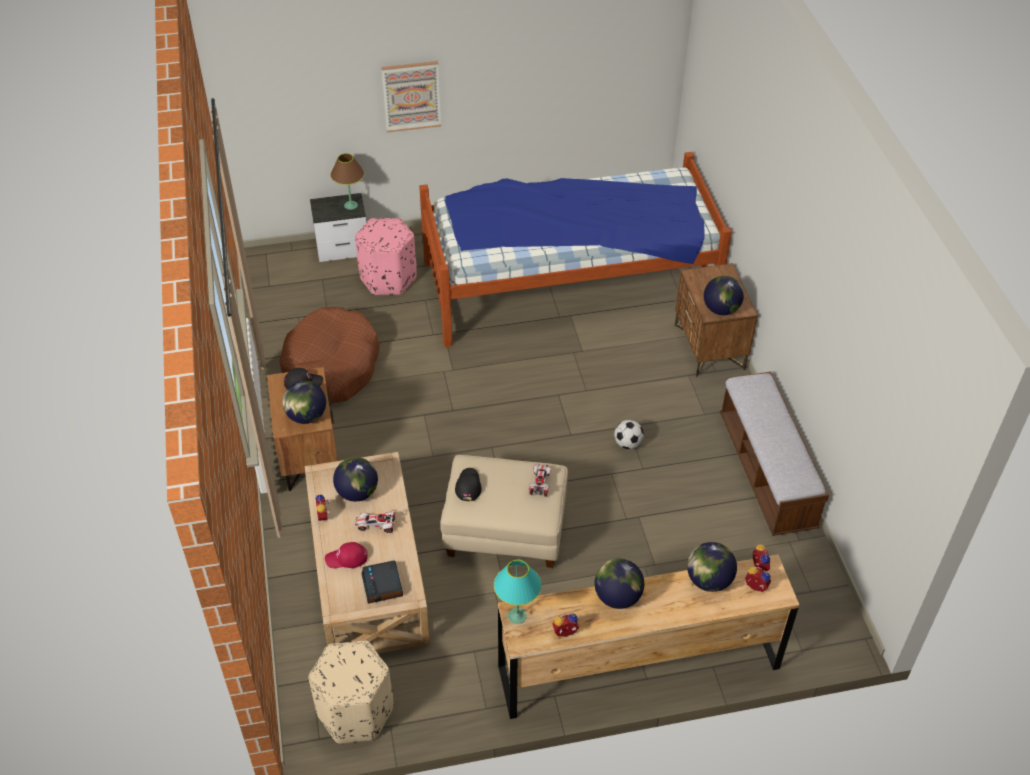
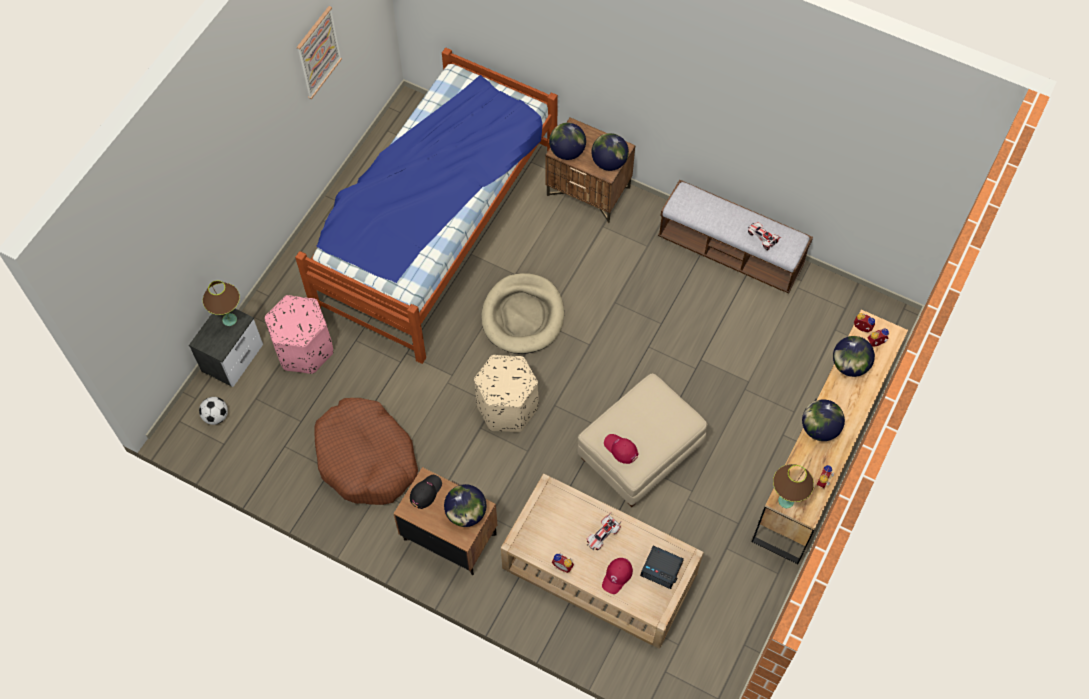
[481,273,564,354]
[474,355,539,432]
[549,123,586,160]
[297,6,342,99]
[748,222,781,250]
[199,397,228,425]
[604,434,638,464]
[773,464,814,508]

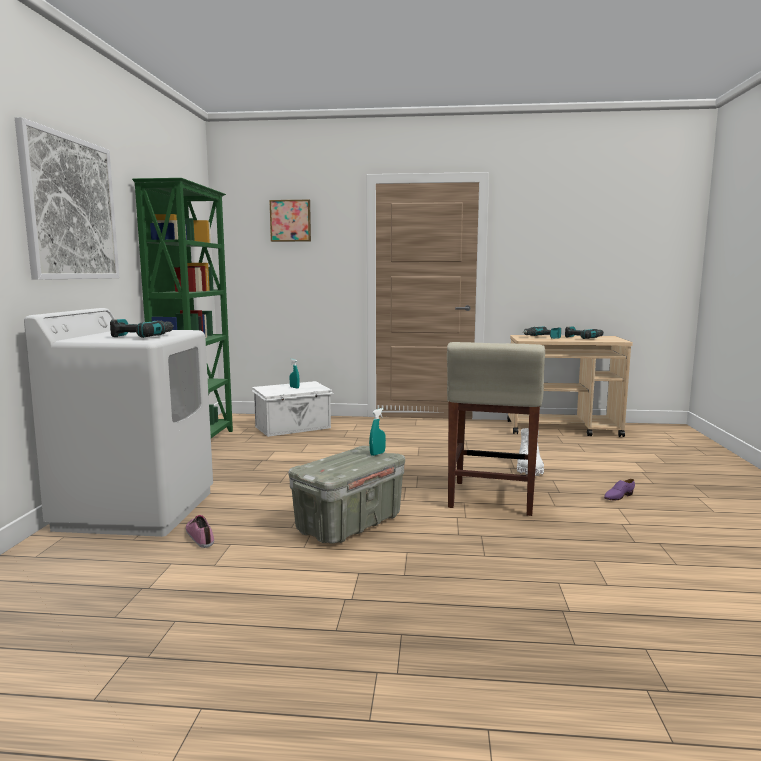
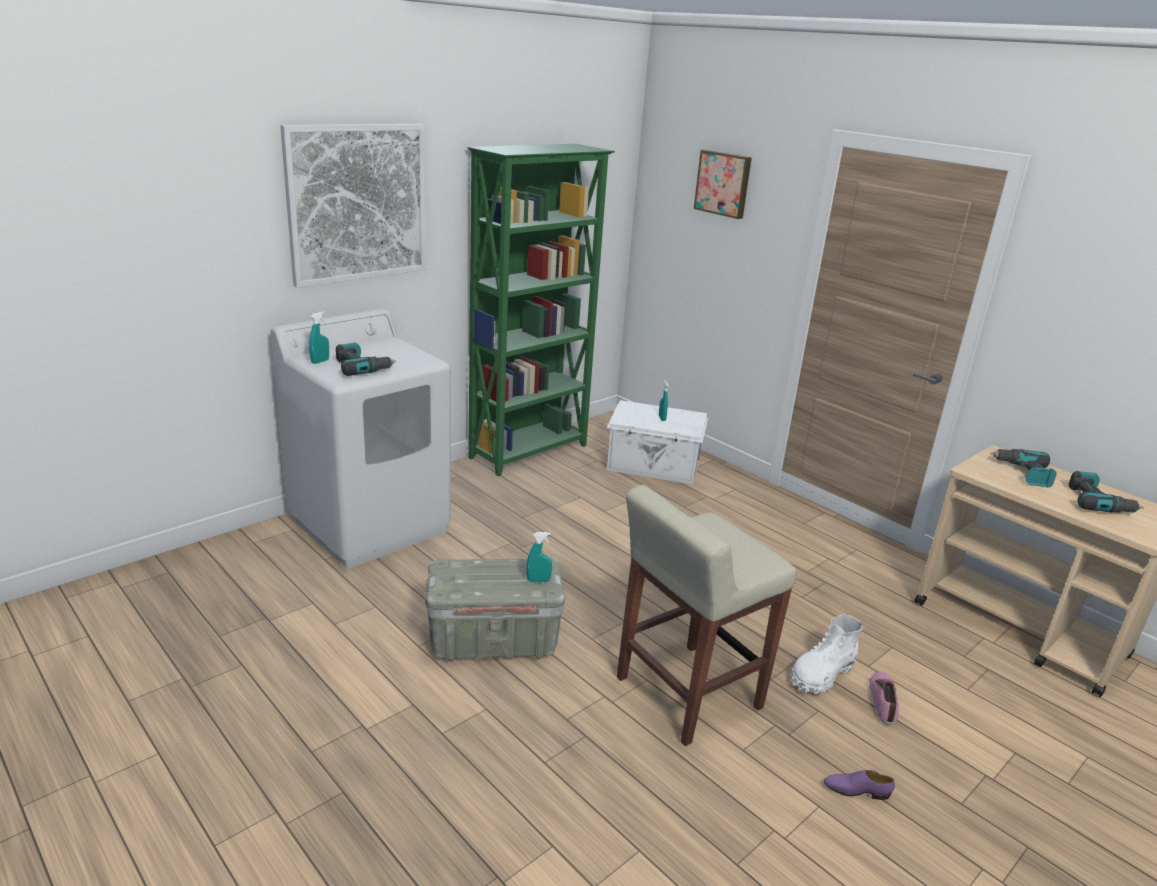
[309,311,329,364]
[869,671,899,725]

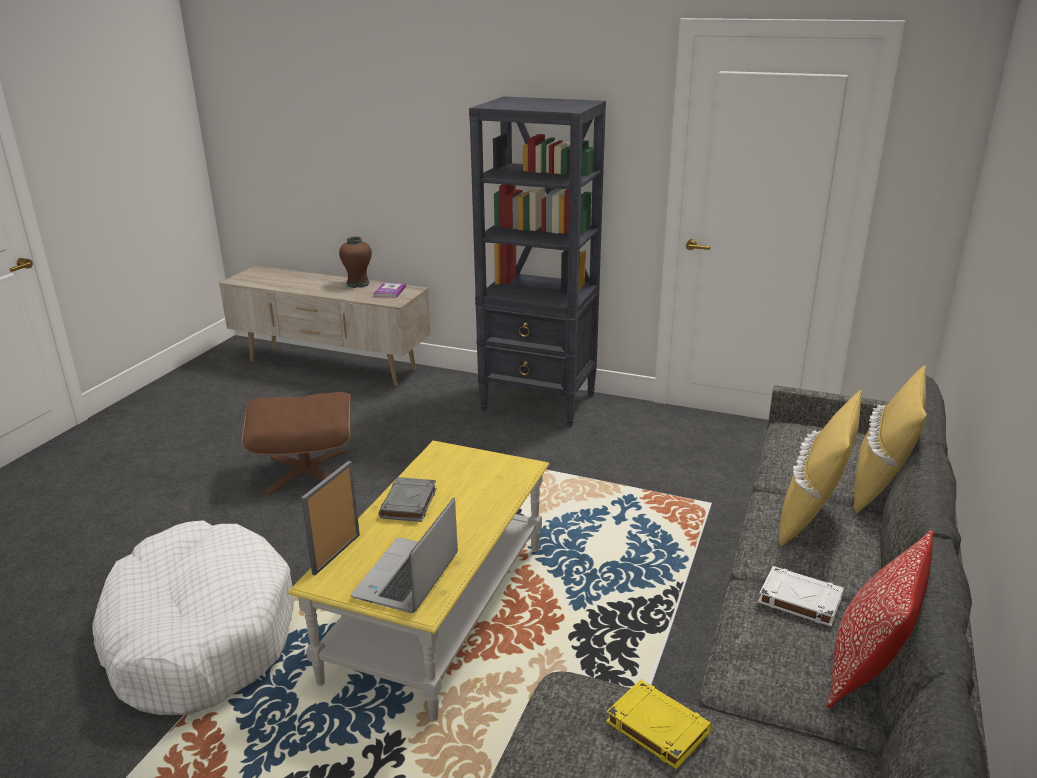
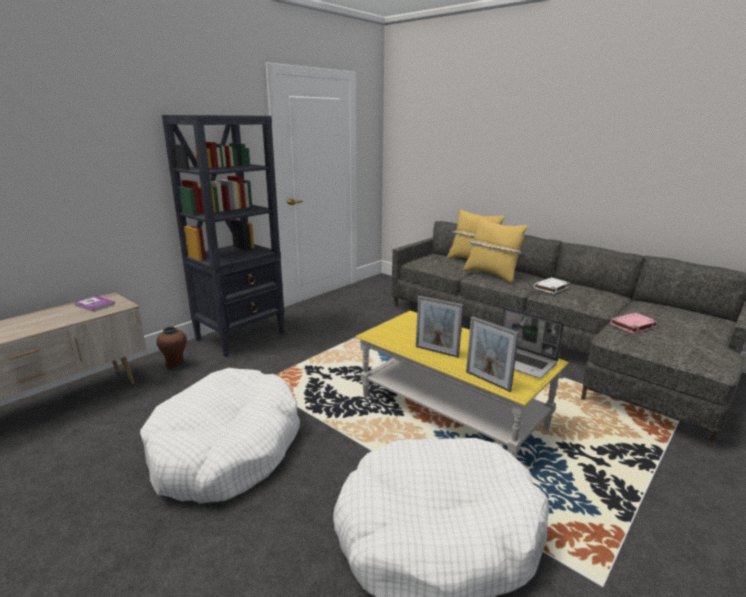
[826,530,933,708] (first image)
[156,327,187,371]
[140,368,300,503]
[416,296,463,358]
[610,313,658,334]

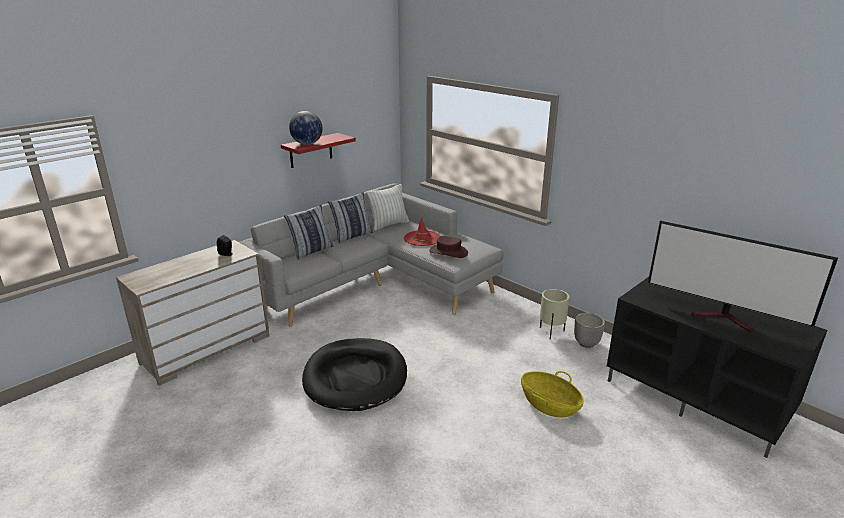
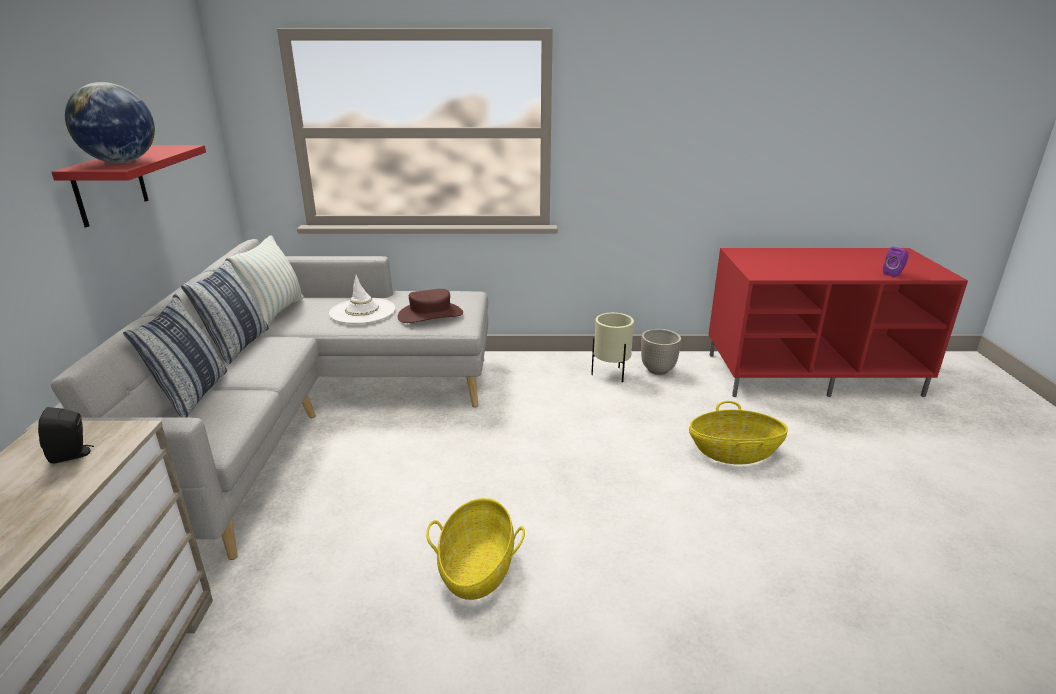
[648,221,838,332] (first image)
[883,247,909,277]
[426,498,525,600]
[329,275,395,324]
[709,248,968,397]

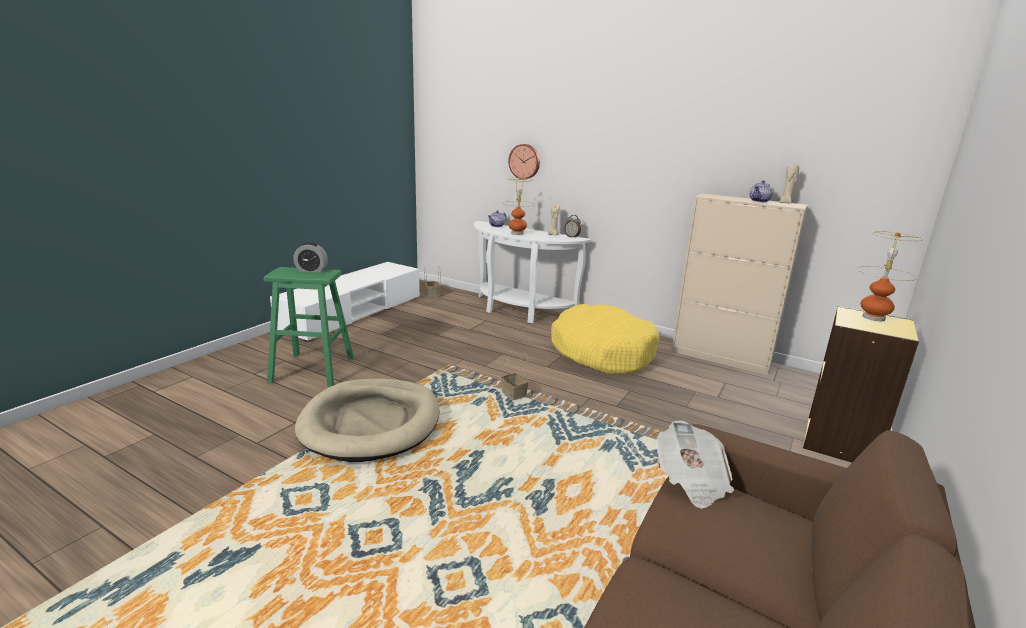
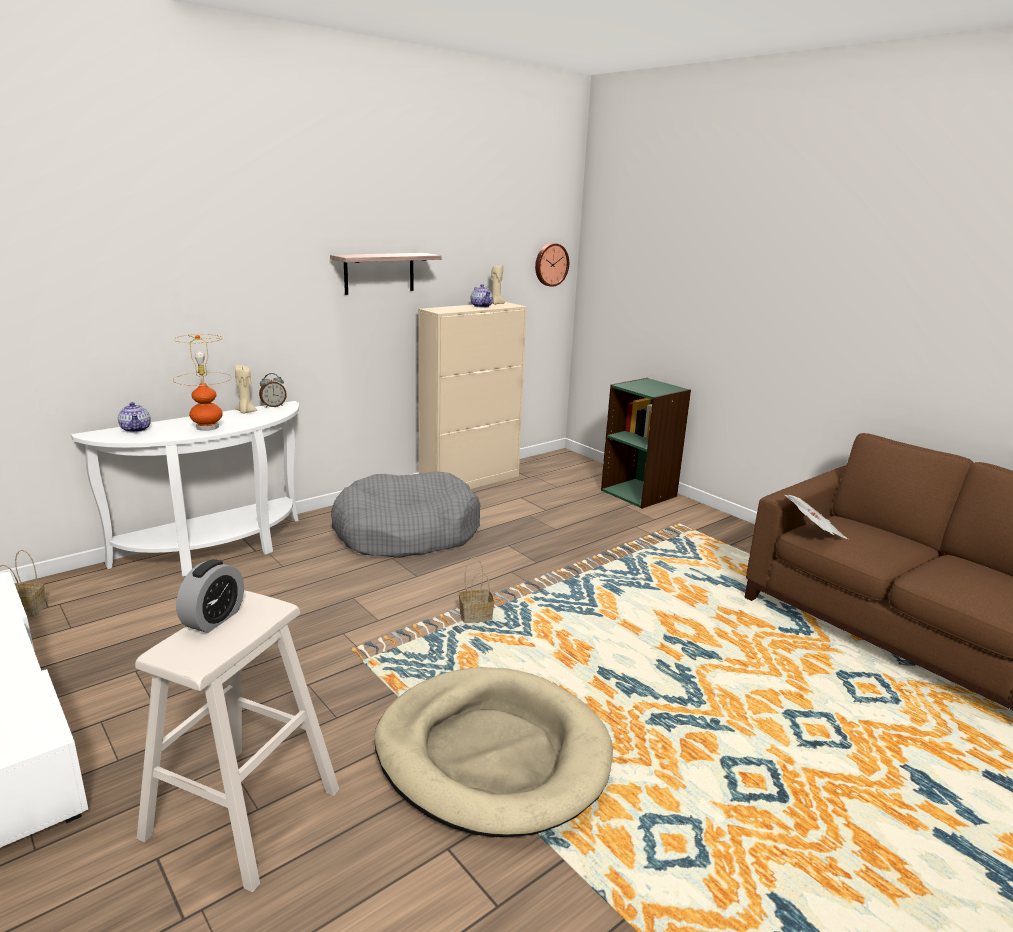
[857,231,923,322] (first image)
[330,253,442,295]
[535,243,569,287]
[135,591,339,892]
[331,471,480,558]
[601,378,691,509]

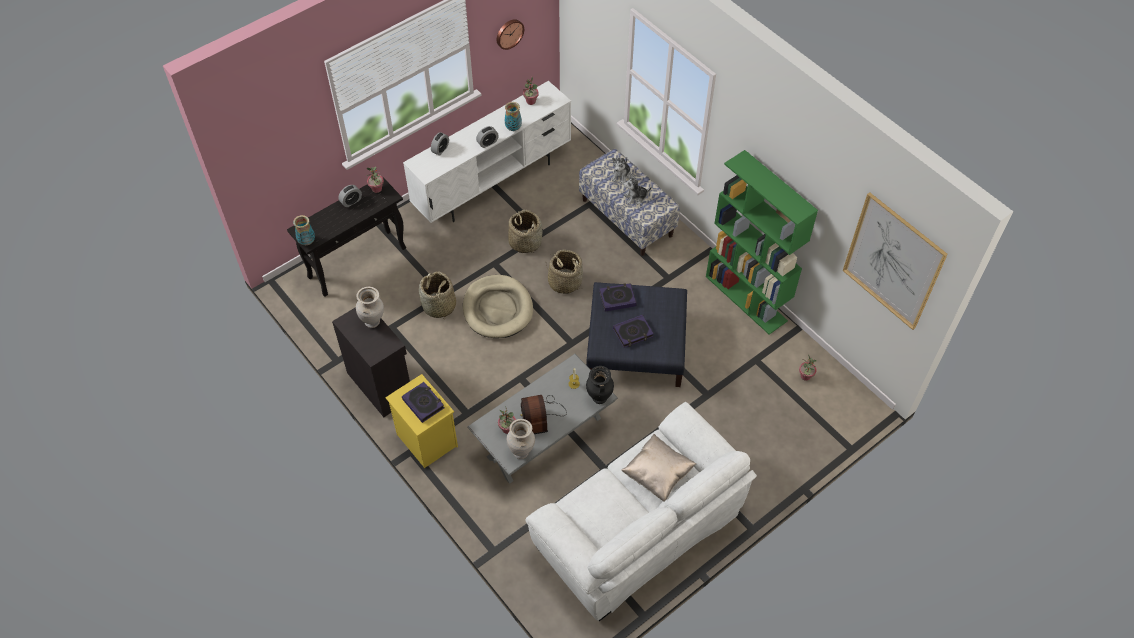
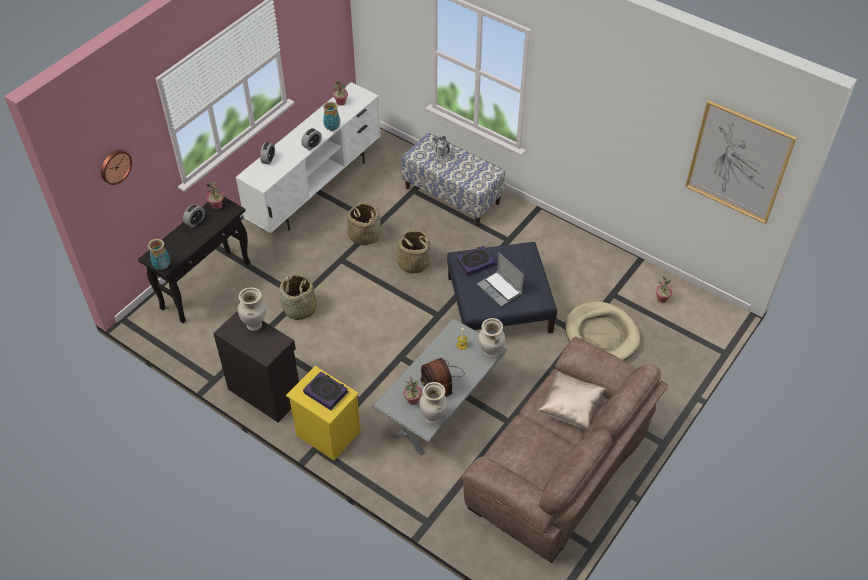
[623,173,652,204] (first image)
[706,150,818,335] (first image)
[565,302,640,361]
[101,150,132,185]
[477,253,524,307]
[461,336,668,563]
[478,318,505,358]

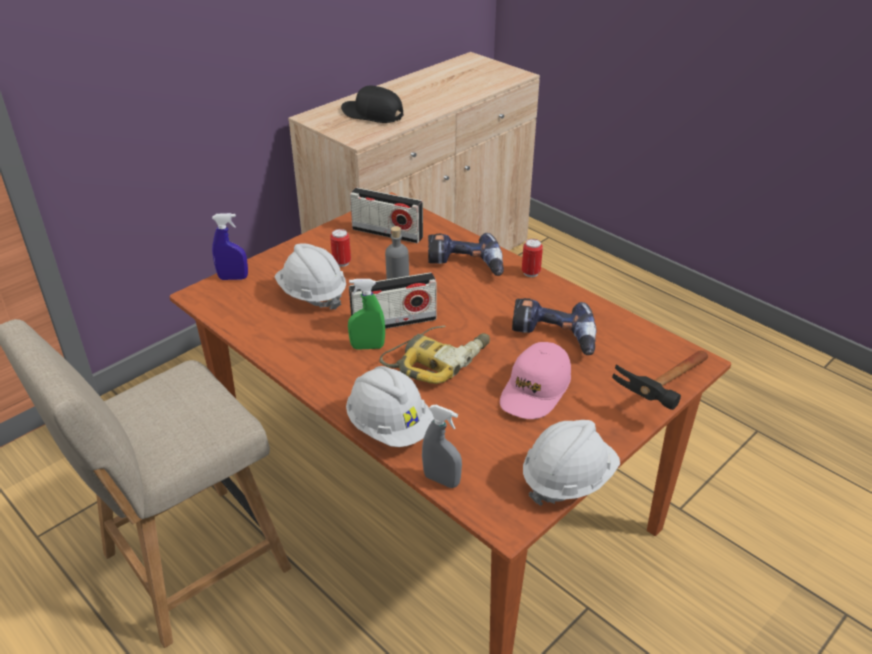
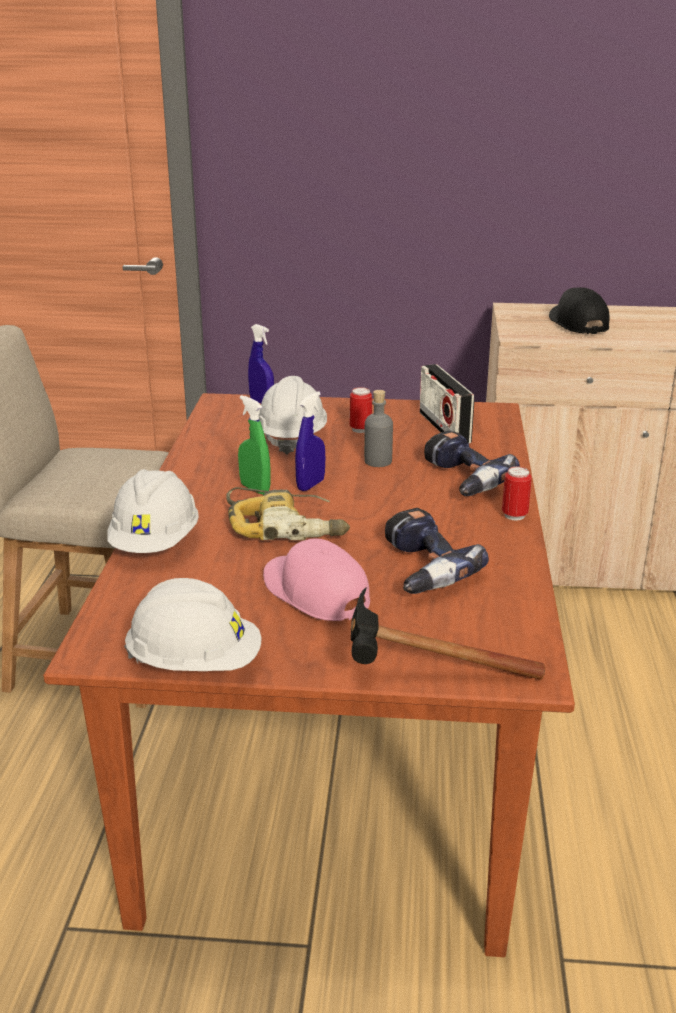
[422,405,462,488] (first image)
[295,391,325,491]
[263,538,370,621]

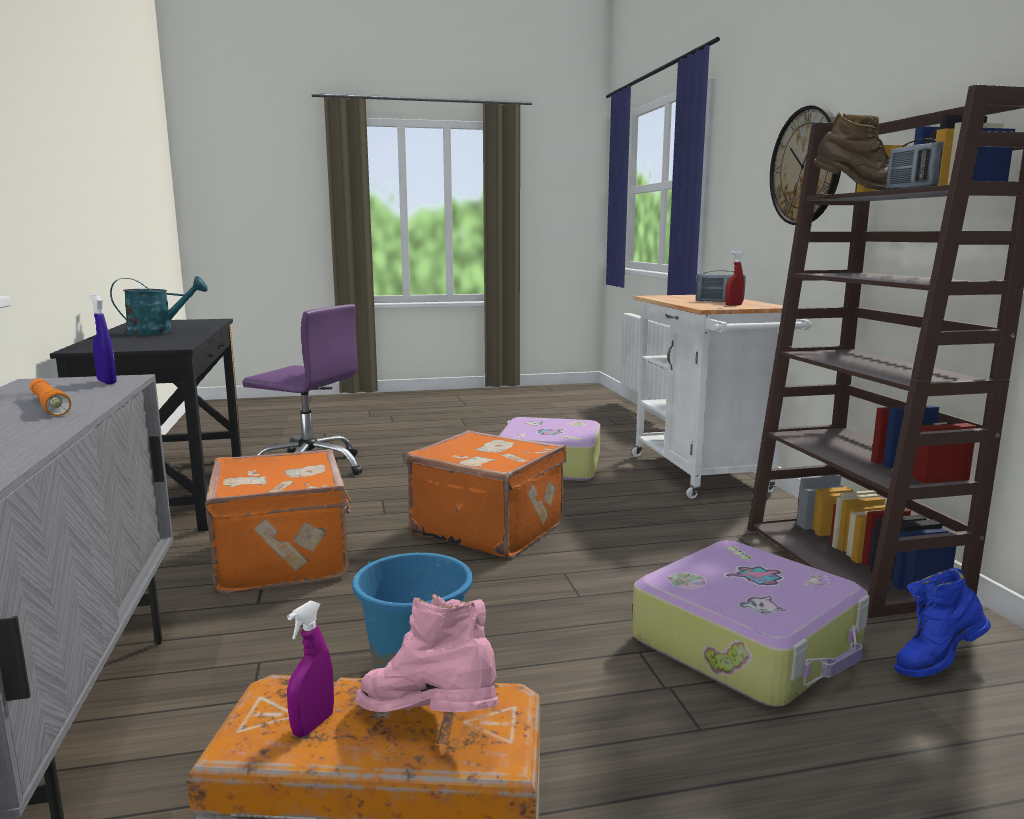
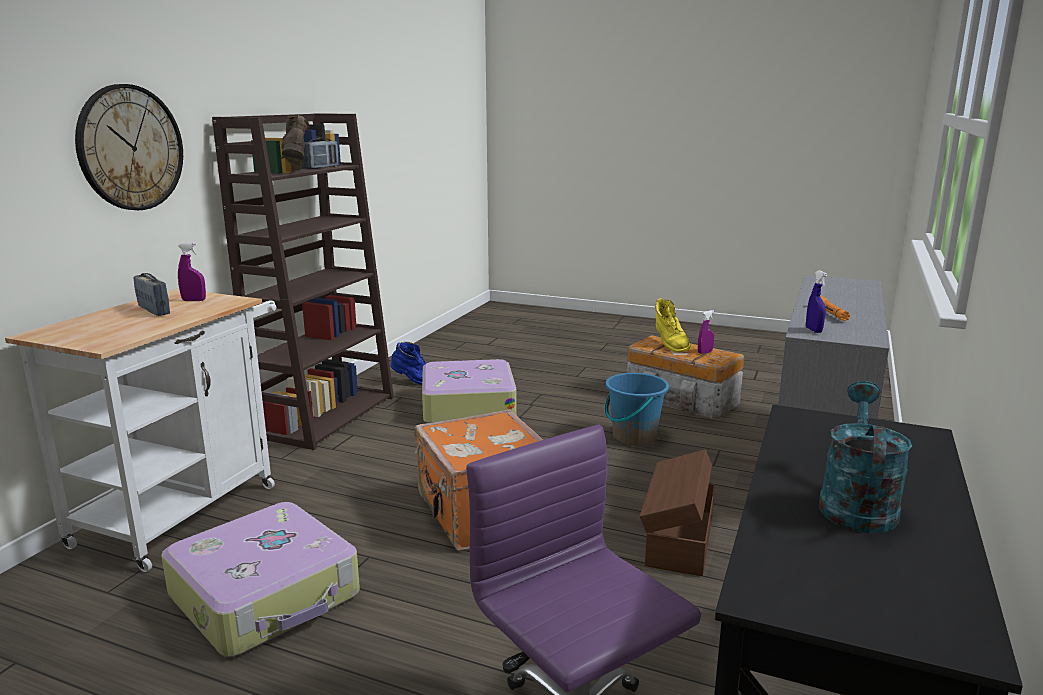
[640,449,715,576]
[655,298,691,353]
[178,242,206,301]
[819,381,912,533]

